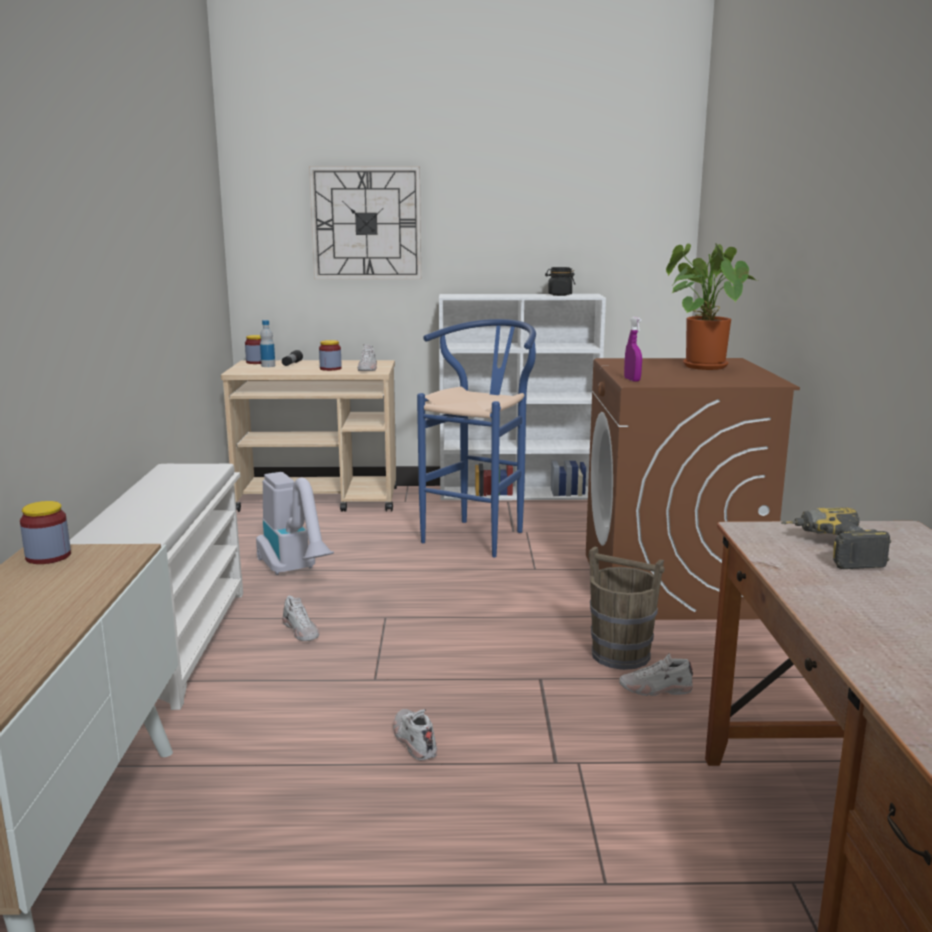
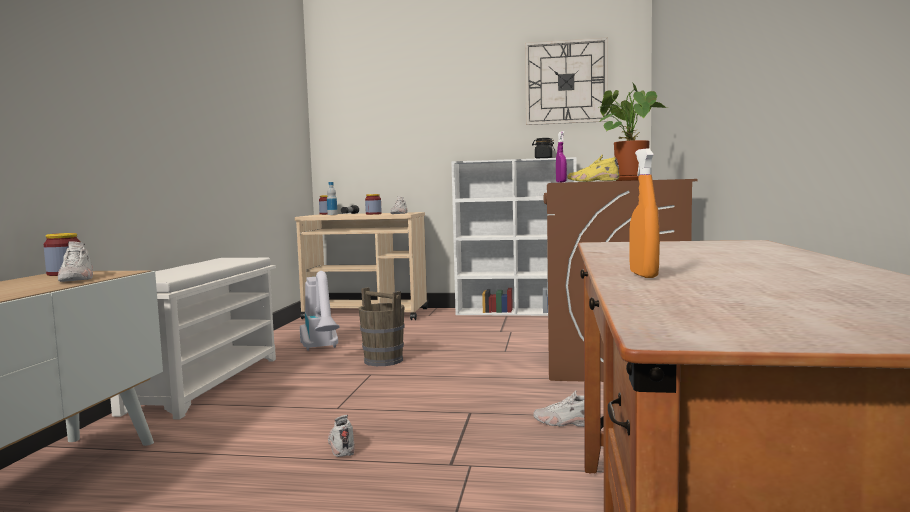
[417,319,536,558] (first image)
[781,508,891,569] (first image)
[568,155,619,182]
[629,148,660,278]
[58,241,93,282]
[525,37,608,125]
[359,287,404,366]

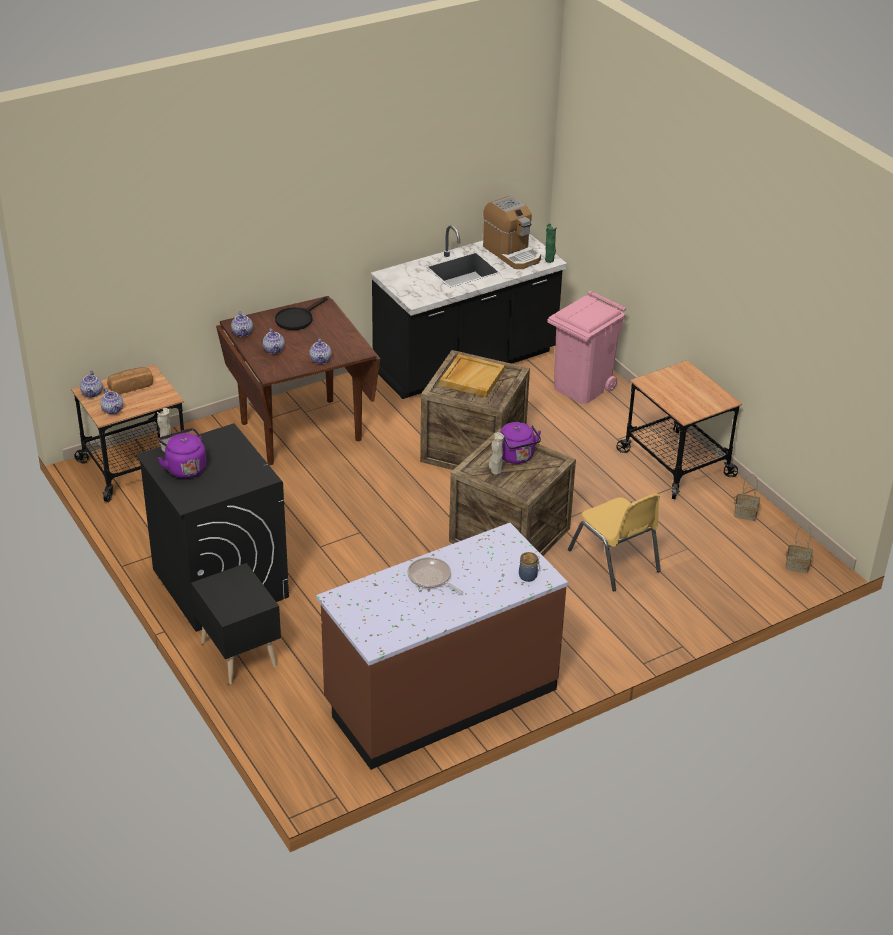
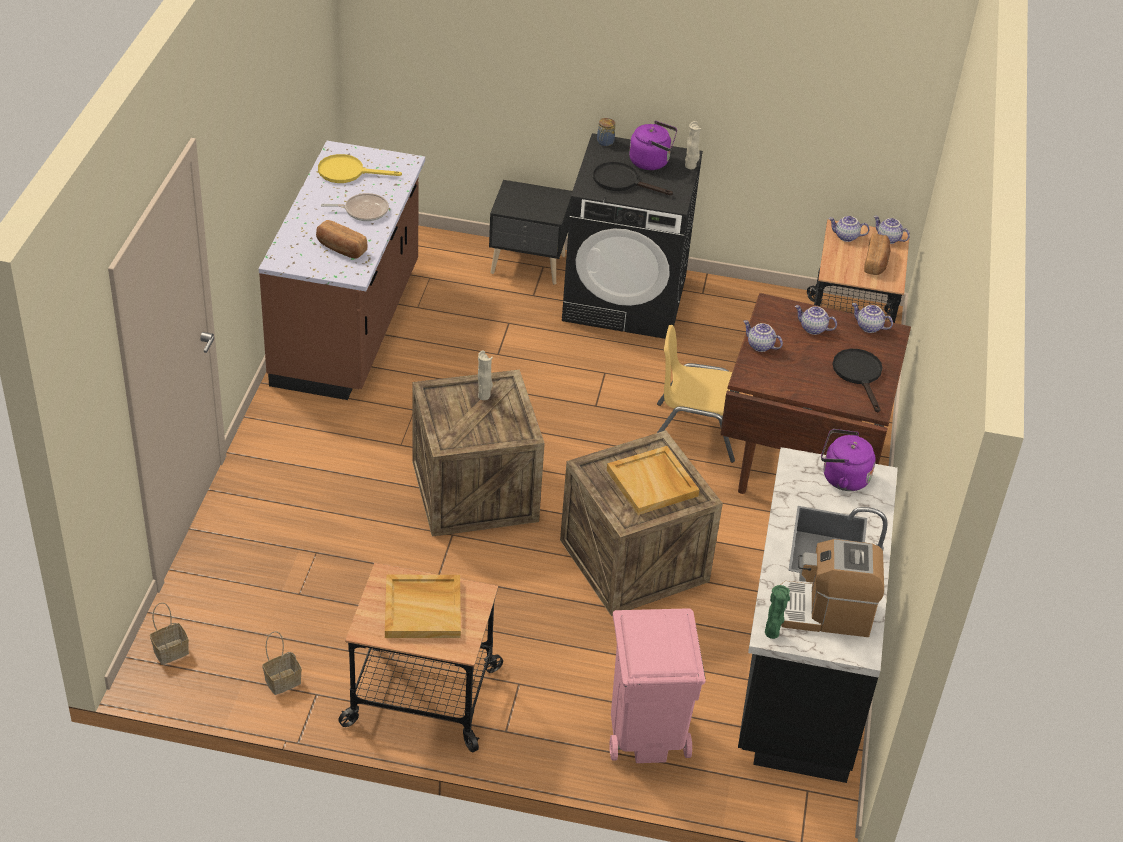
[316,220,368,259]
[318,154,402,183]
[385,575,461,638]
[593,162,673,195]
[821,429,876,491]
[597,118,615,146]
[657,325,735,463]

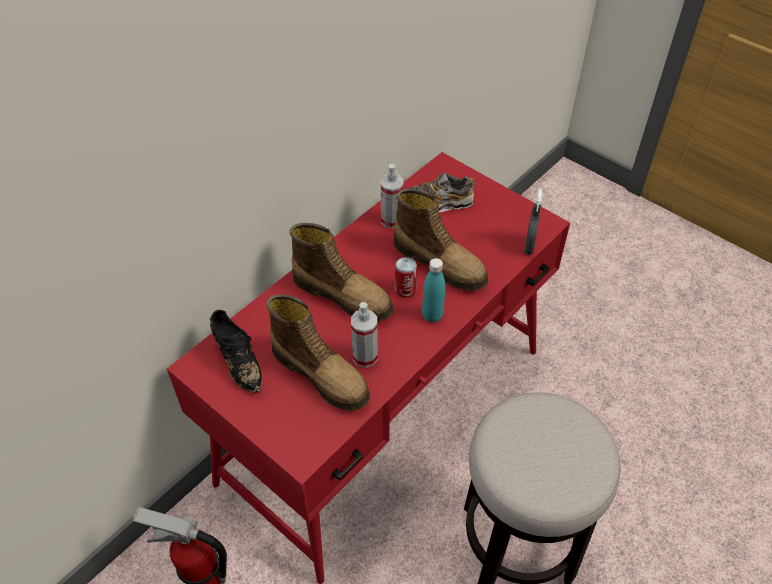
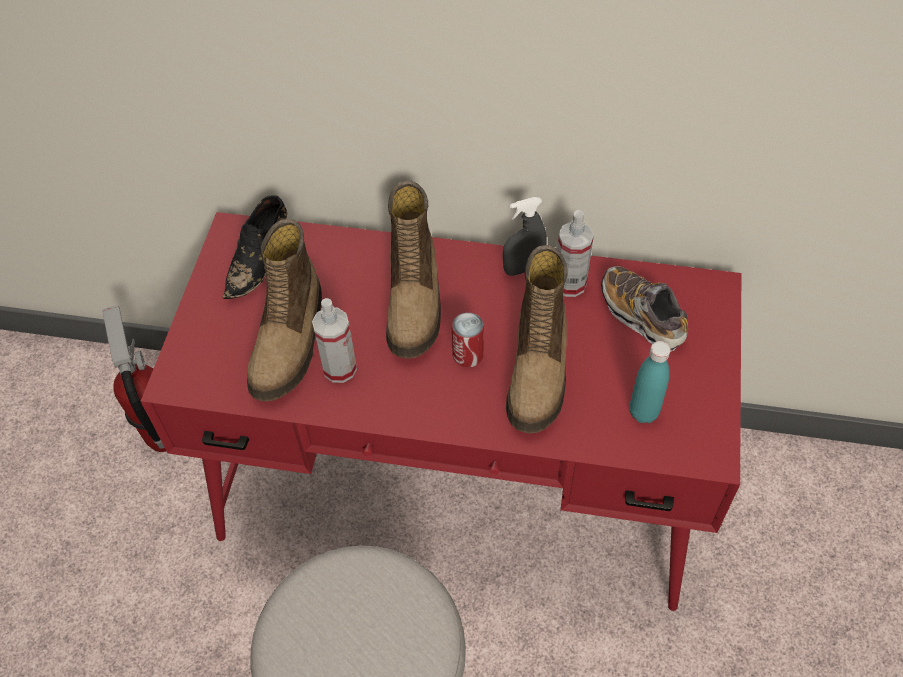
[629,341,671,423]
[503,197,547,276]

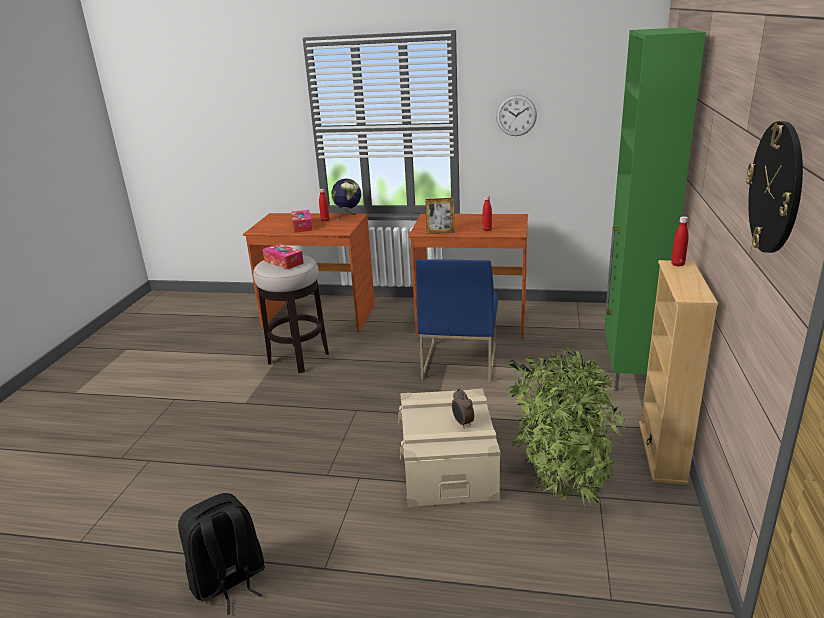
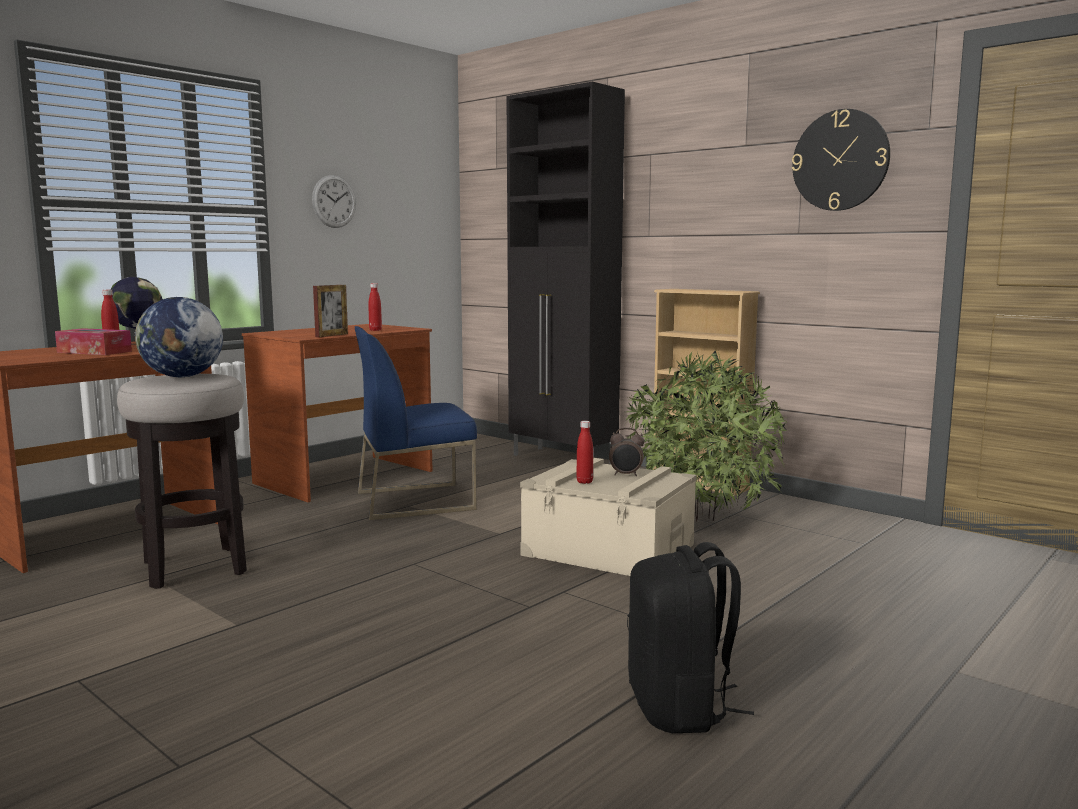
[576,421,593,484]
[134,297,223,377]
[507,82,625,464]
[355,326,477,520]

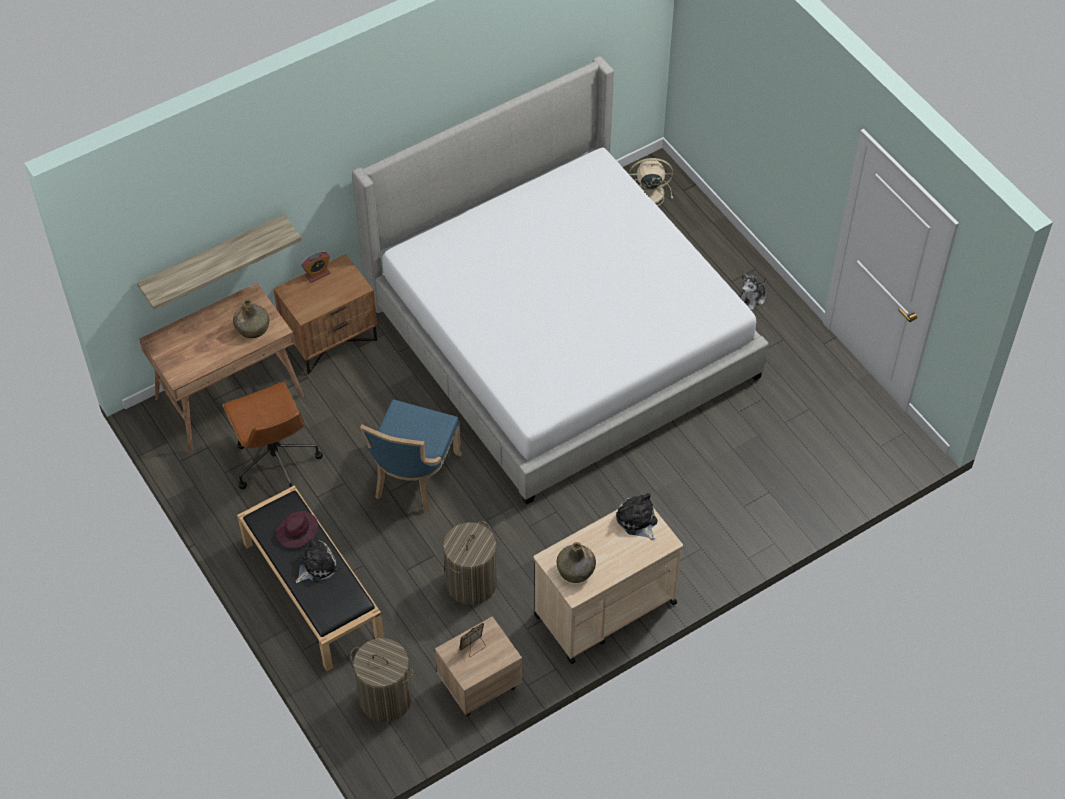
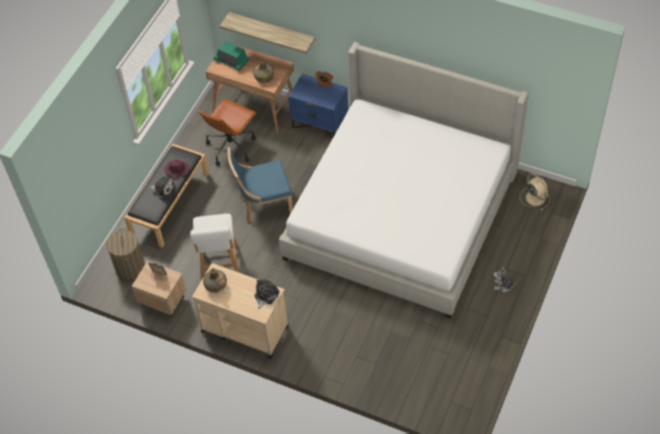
[213,42,249,71]
[190,214,240,280]
[288,73,348,139]

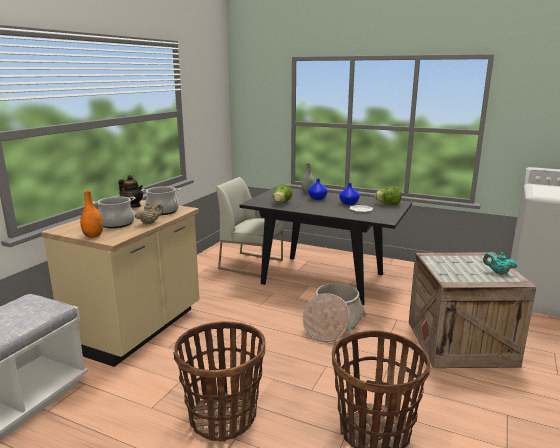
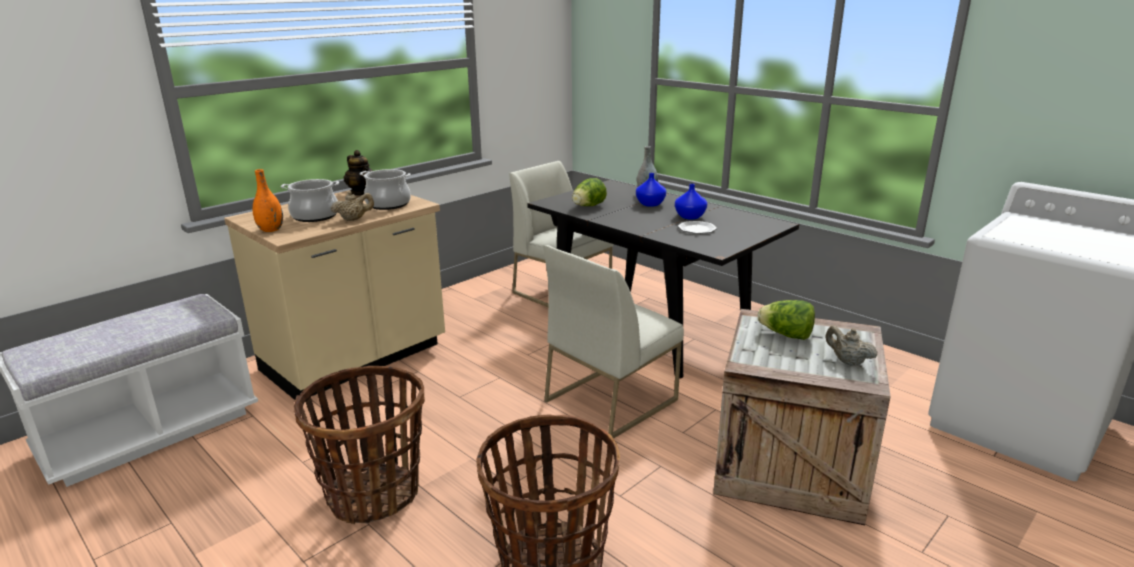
[758,300,815,340]
[543,245,684,439]
[825,326,878,366]

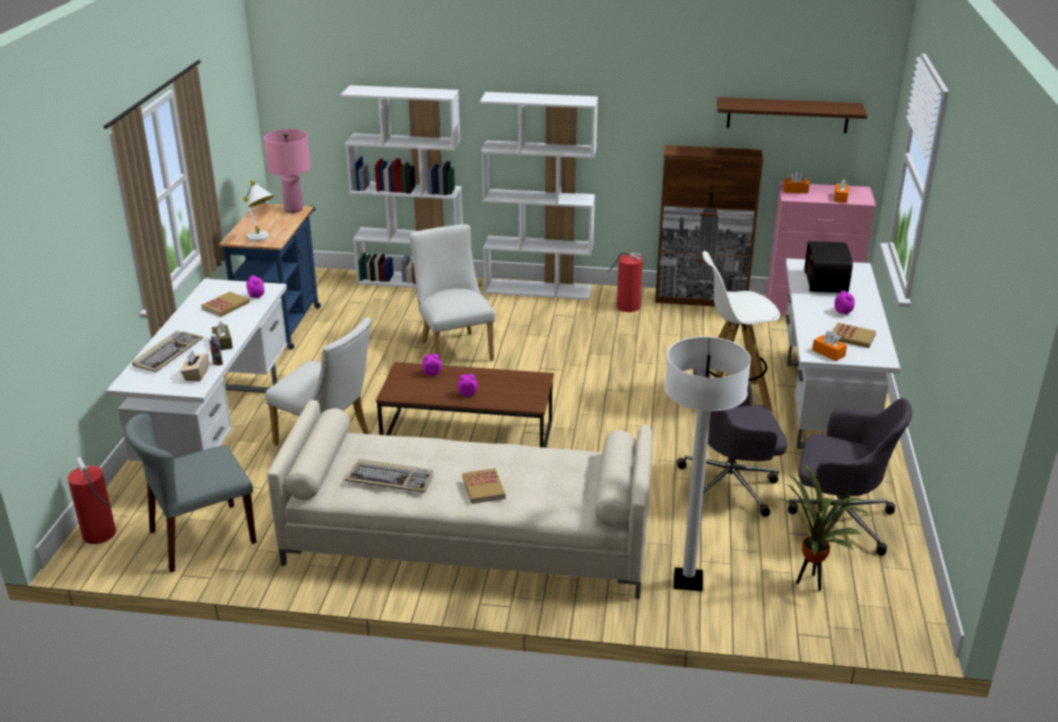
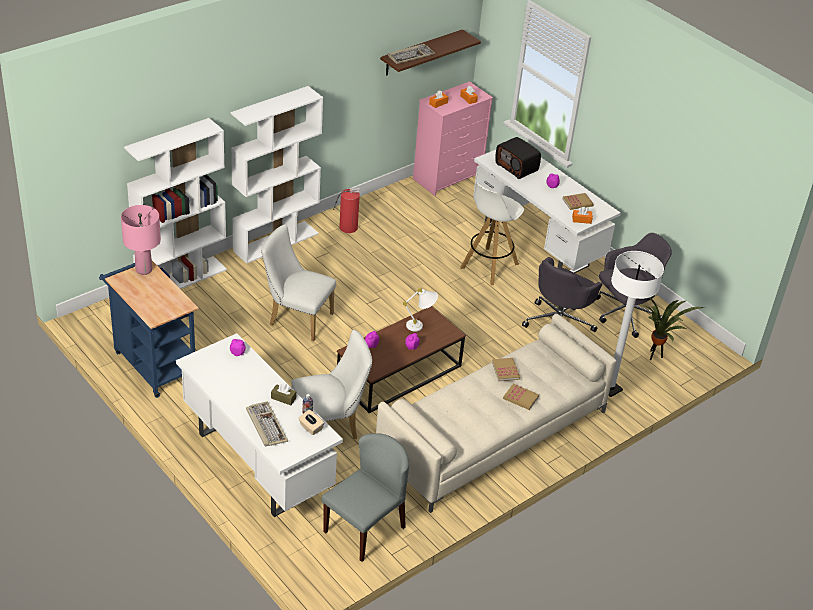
[67,457,116,544] (first image)
[655,145,763,307] (first image)
[492,358,520,381]
[403,288,438,332]
[388,44,435,64]
[321,433,409,562]

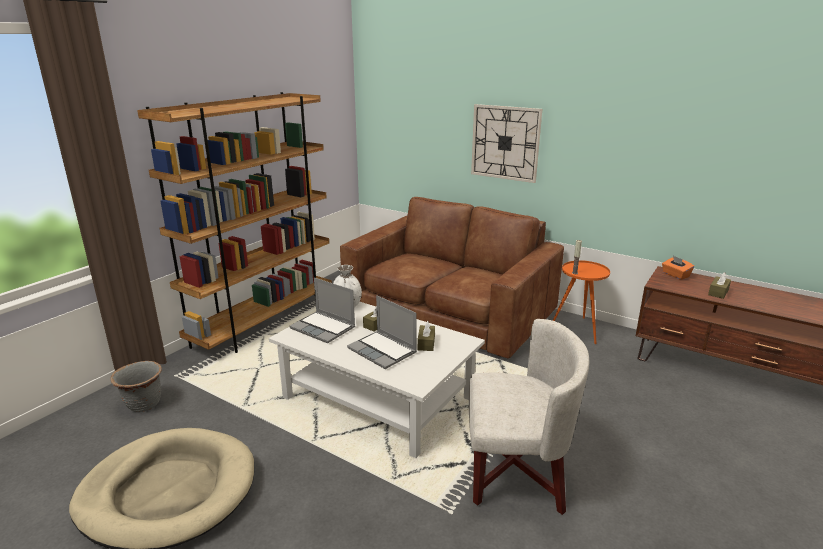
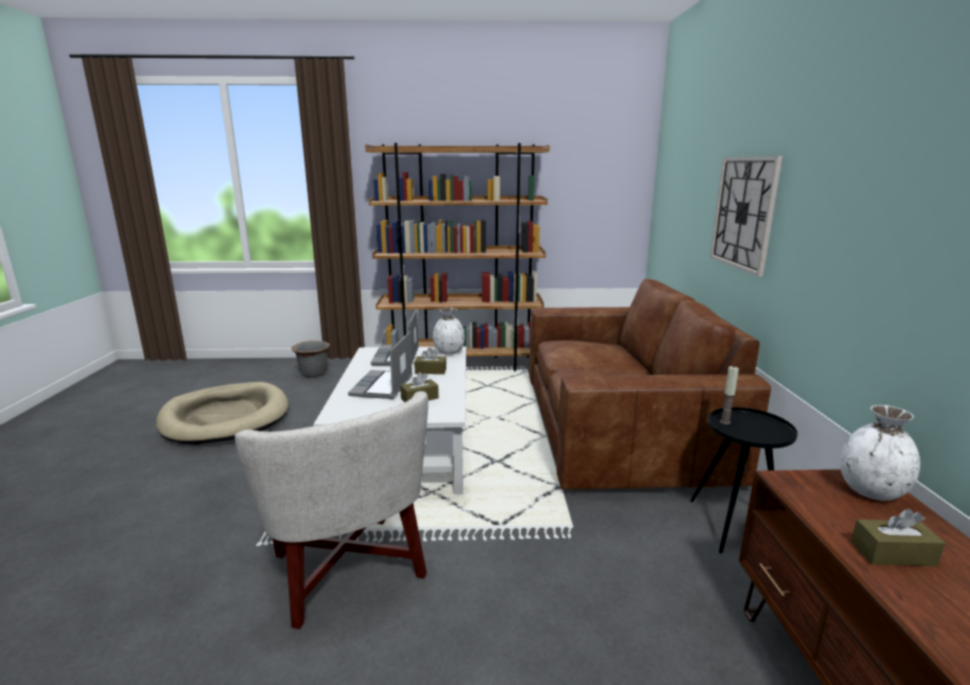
[840,405,920,501]
[690,407,798,554]

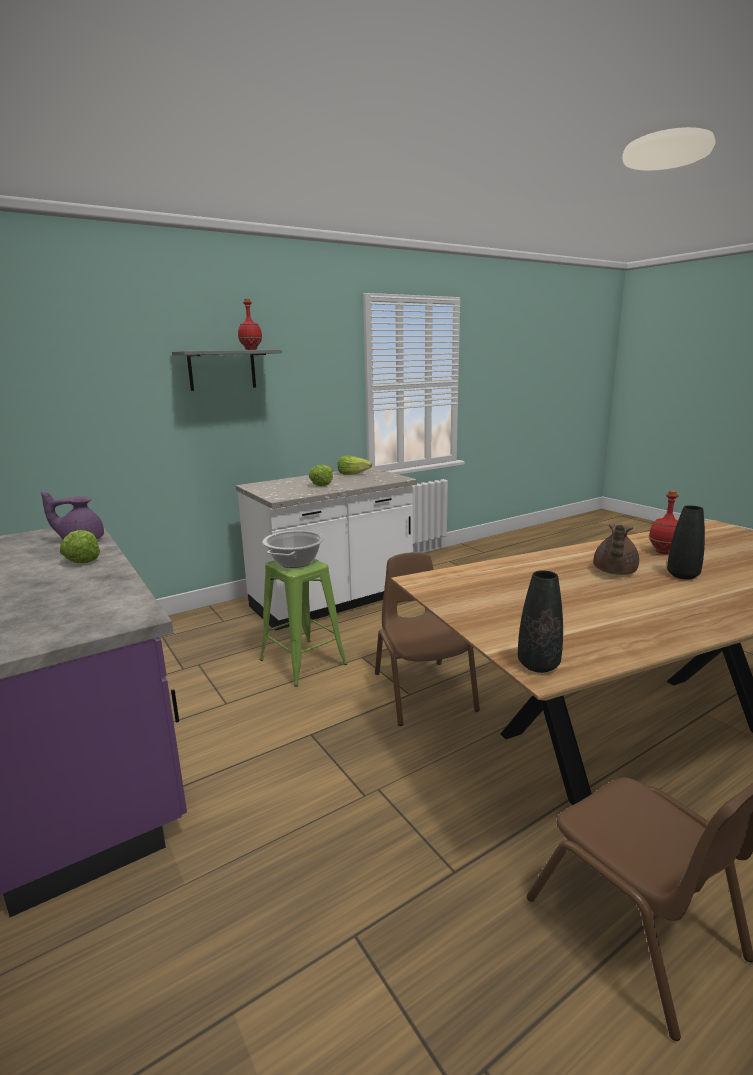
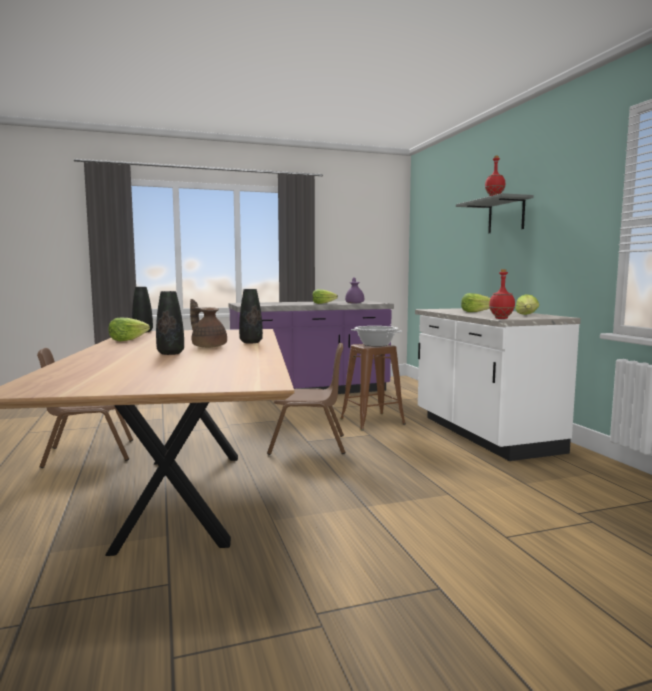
[108,318,150,341]
[239,289,263,343]
[489,269,515,319]
[340,344,406,430]

